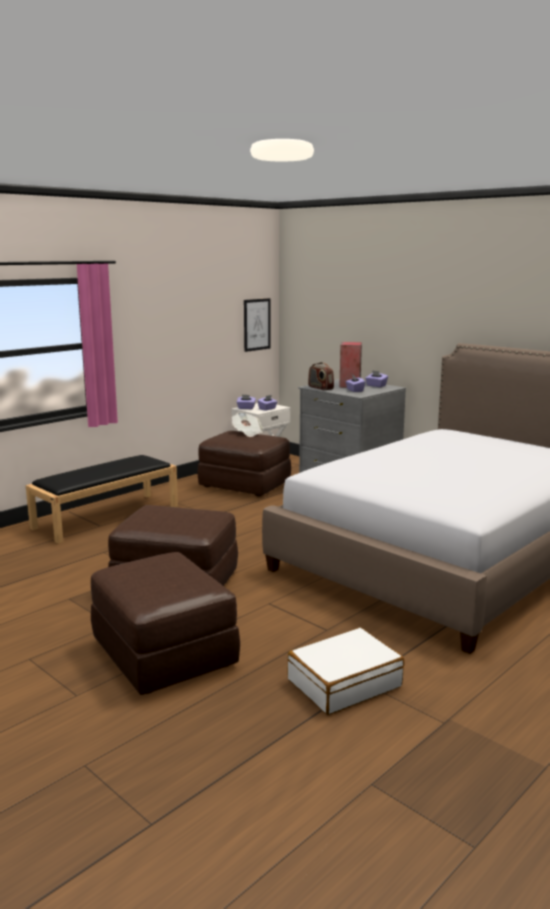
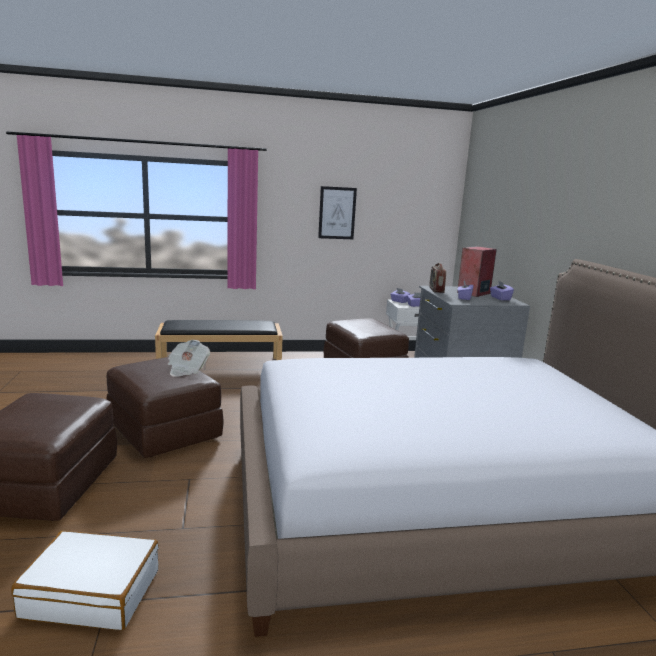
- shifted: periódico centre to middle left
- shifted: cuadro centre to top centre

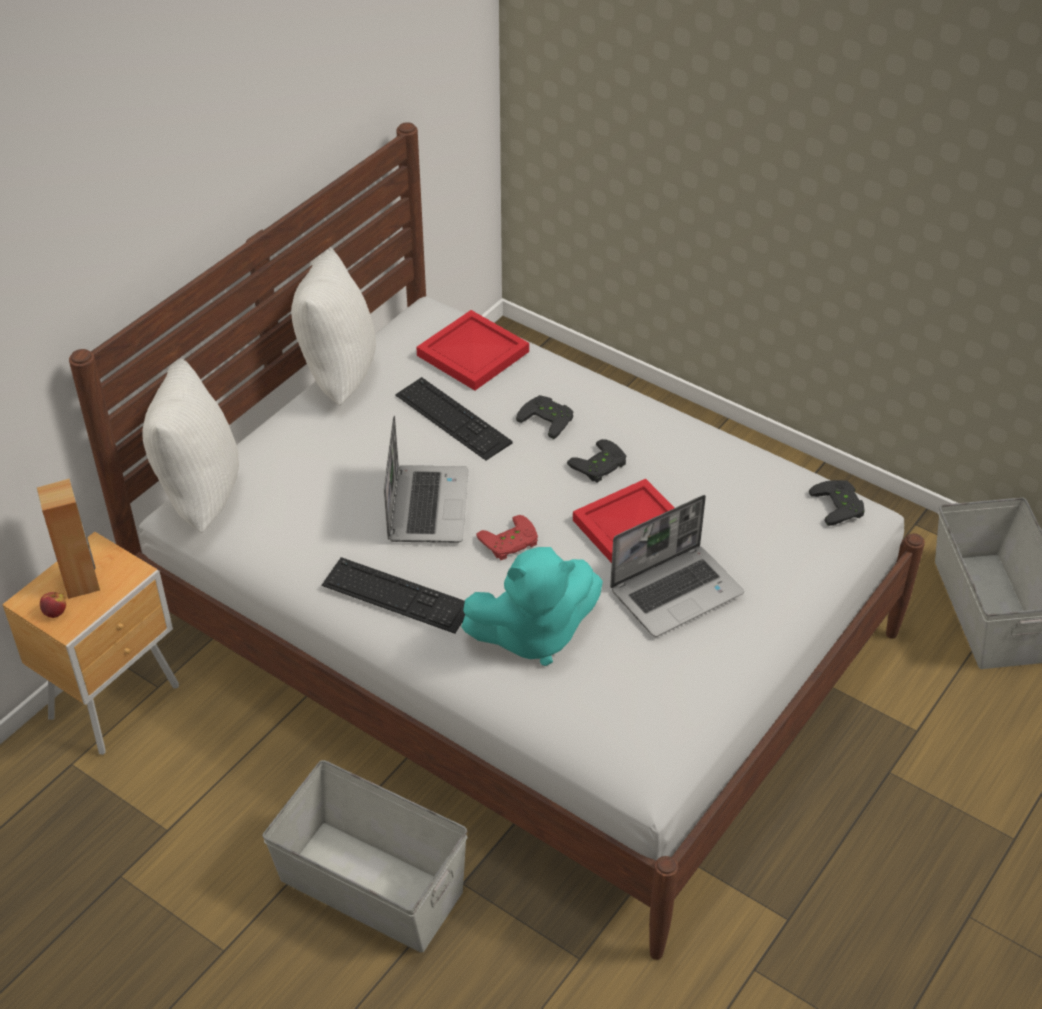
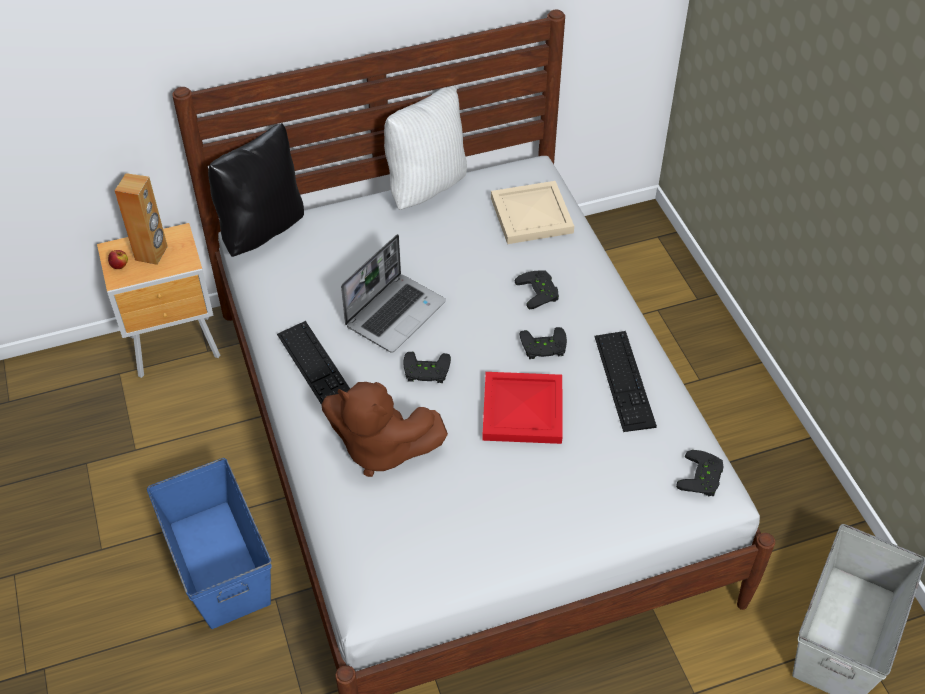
- repainted: caja de almacenaje/gris (no. 1 from left) bottom centre to caja de almacenaje/azul bottom left
- repainted: cojín/blanco (no. 1 from left) middle left to cojín/negro top left
- repainted: peluche/turquesa centre to peluche/marrón centre
- repainted: mando de consola/rojo centre to mando de consola/negro (no. 1 from left) centre
- repainted: bandeja/rojo (no. 1 from left) centre to bandeja/beis top centre
- shifted: teclado (no. 2 from left) centre to middle right
- gone: portátil (no. 2 from left) centre

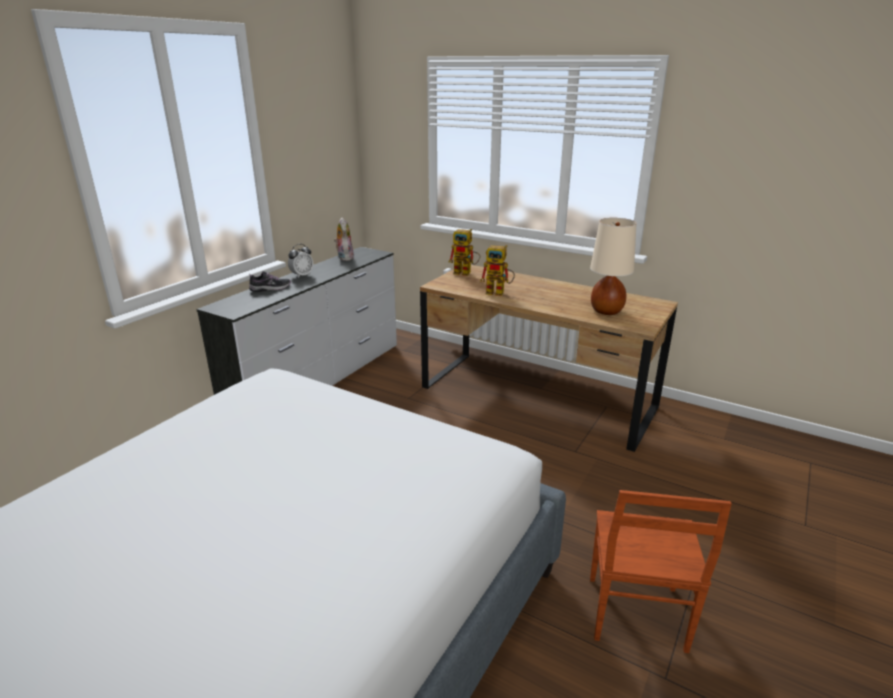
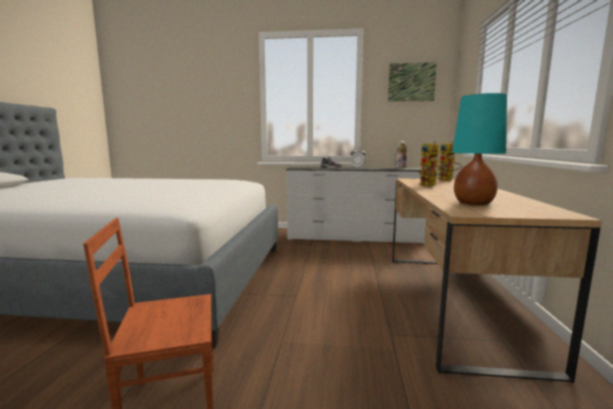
- new: cuadro top right
- repainted: lámpara de mesa/beis middle right to lámpara de mesa/turquesa middle right

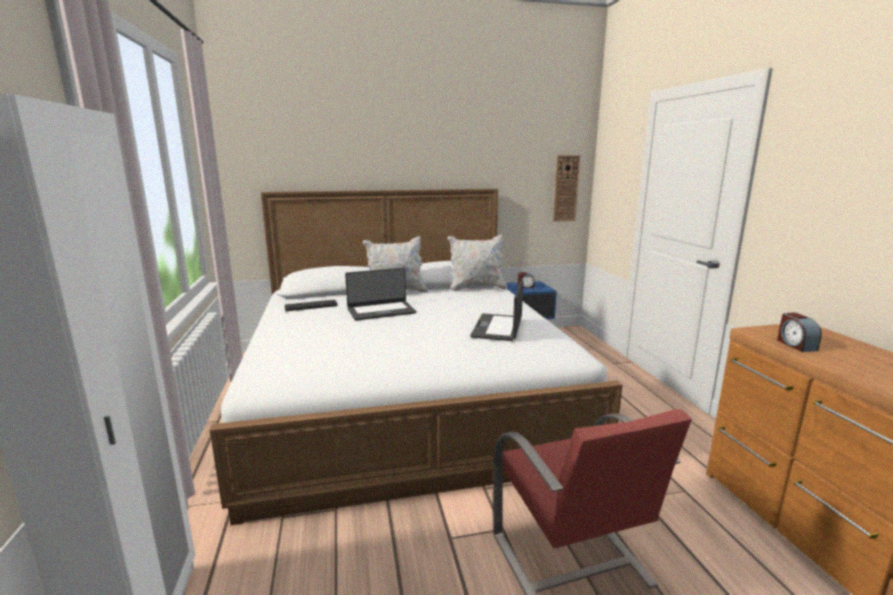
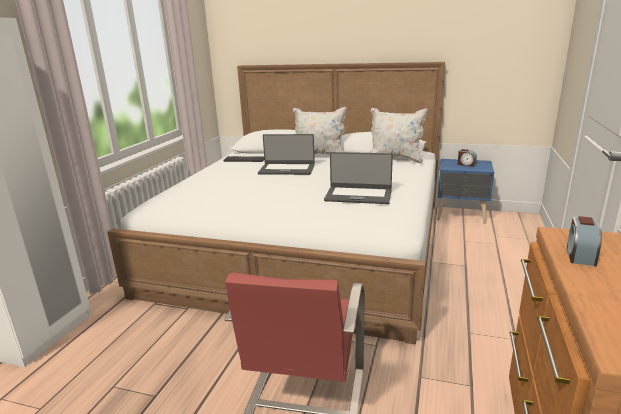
- rotated: portátil (no. 2 from left) centre = centre 120 degrees counterclockwise
- gone: reloj de pared top centre

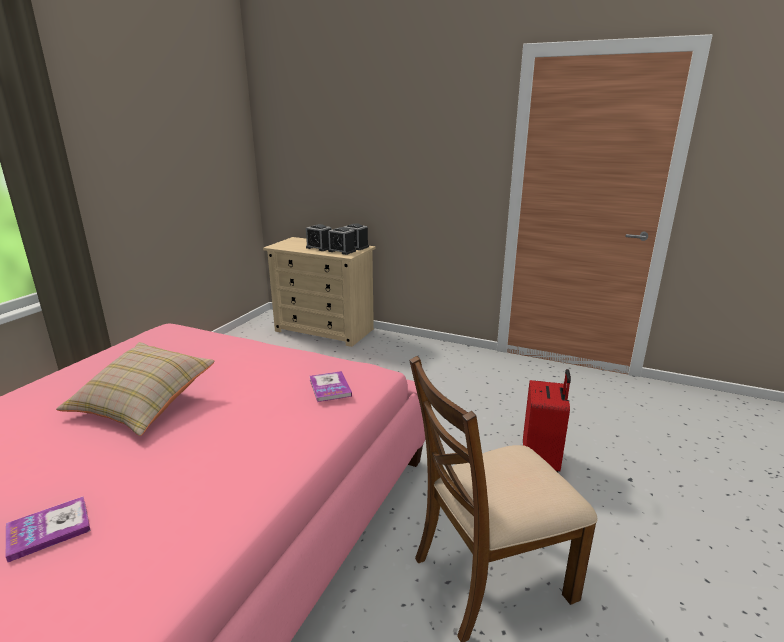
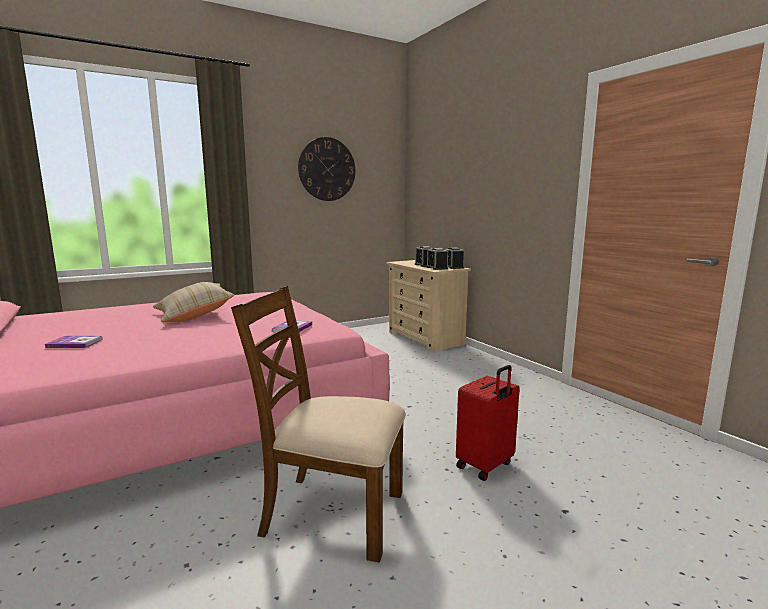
- new: reloj de pared top centre

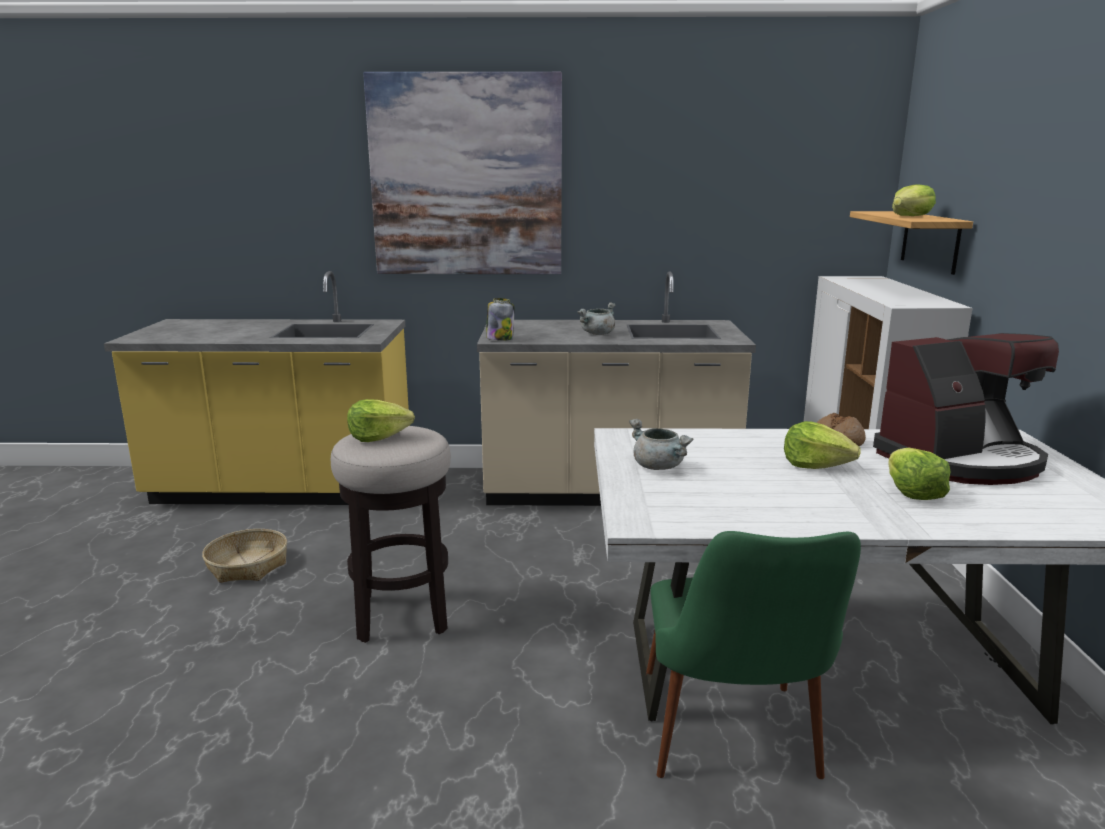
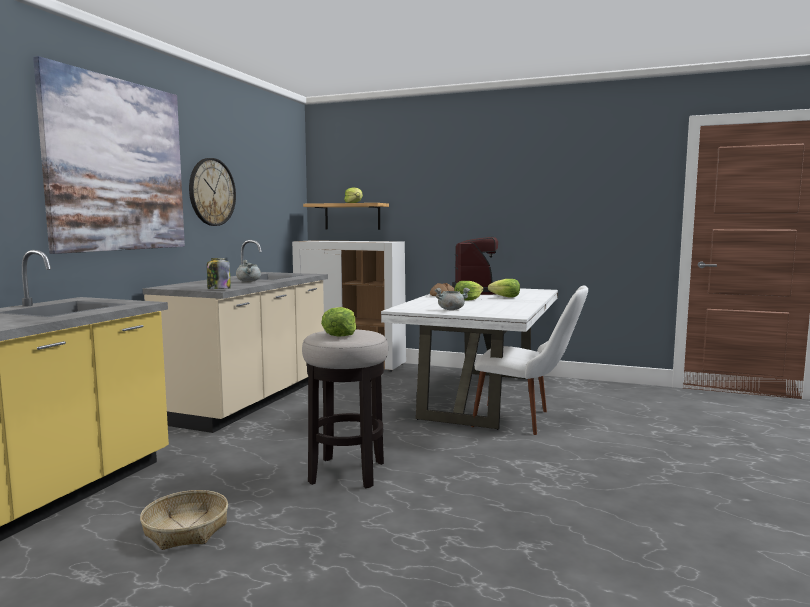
- new: reloj de pared top left
- repainted: silla/verde bottom right to silla/blanco centre

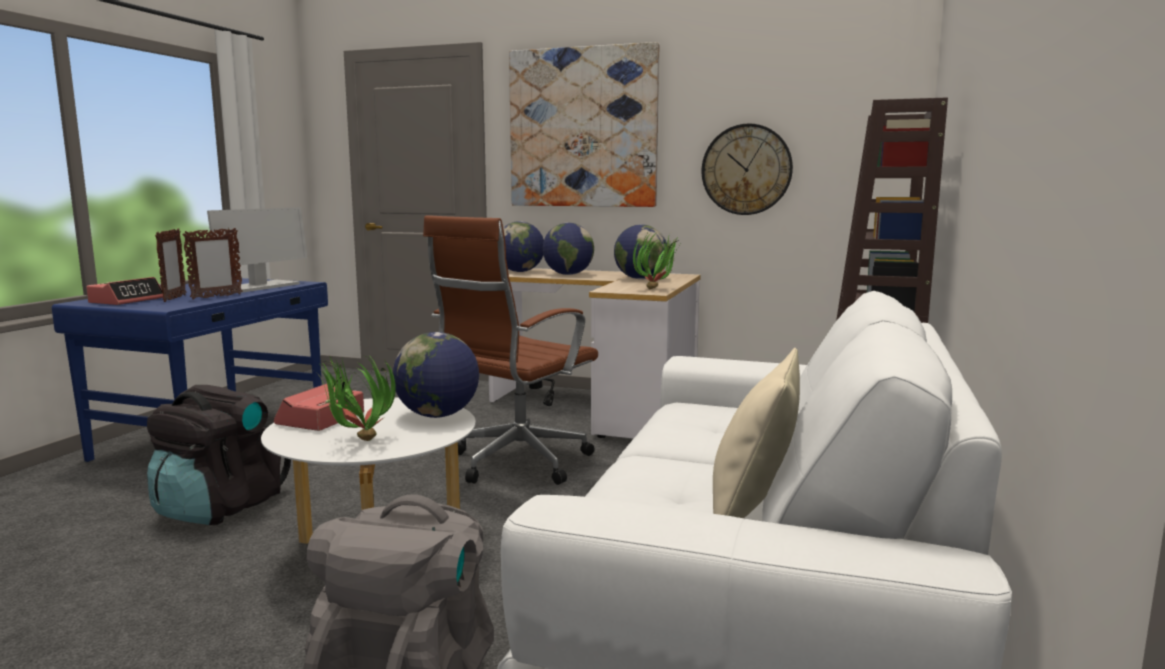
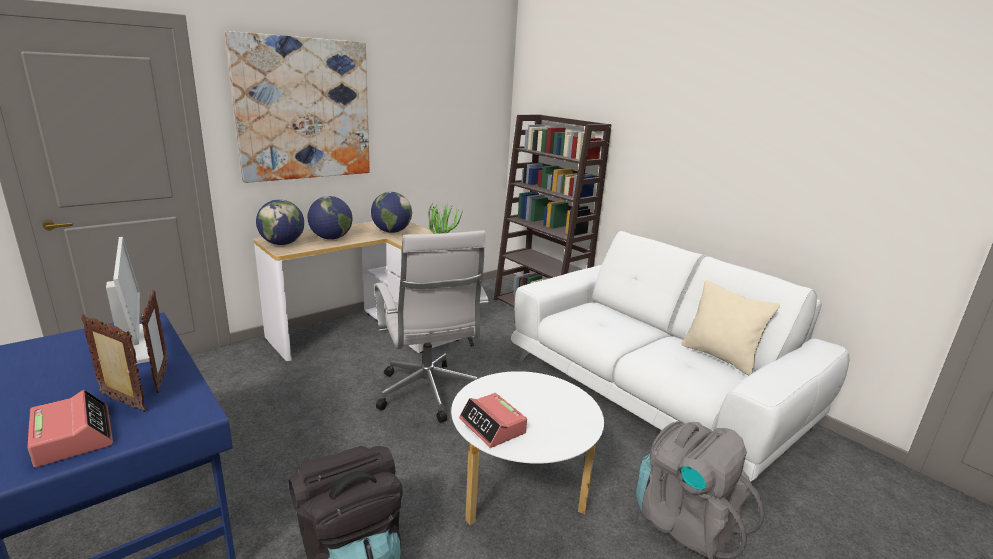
- repainted: silla de oficina/marrón centre to silla de oficina/blanco centre
- gone: planta en maceta (no. 1 from left) middle left
- gone: globo terráqueo (no. 1 from left) centre
- gone: reloj de pared top centre

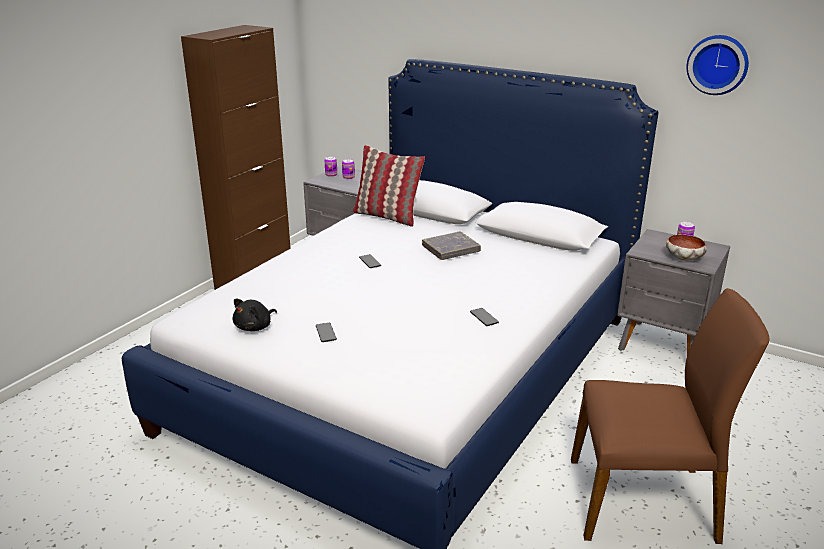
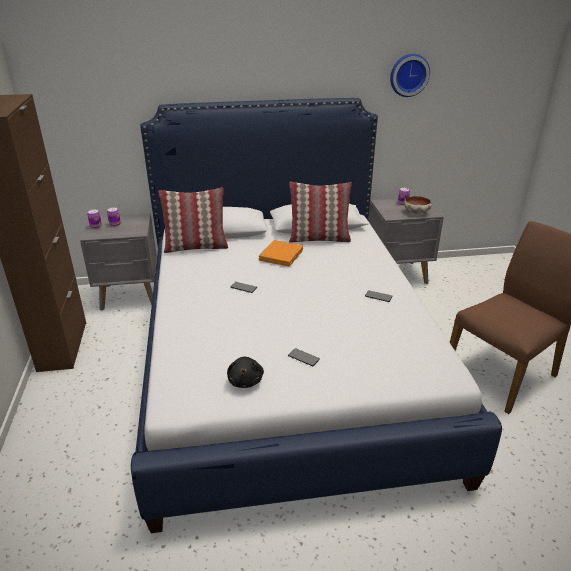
- repainted: libro/gris centre to libro/naranja centre
- new: cojín (no. 2 from left) centre

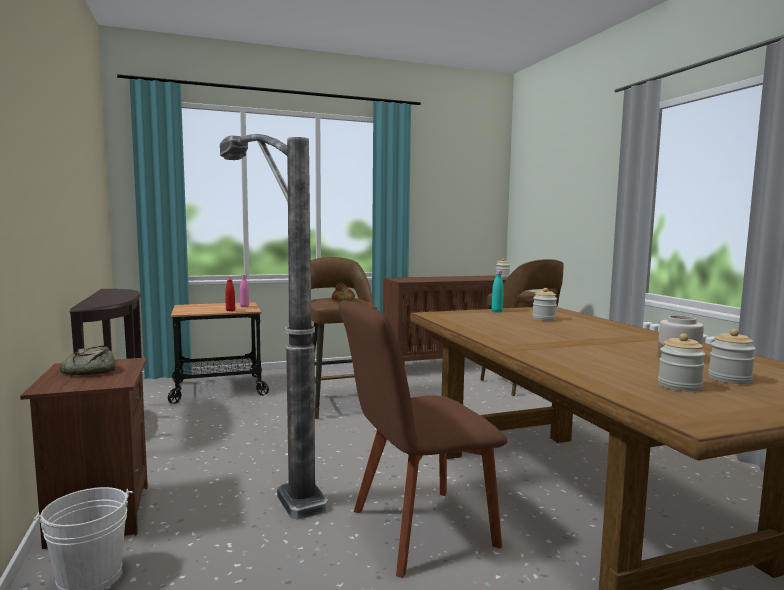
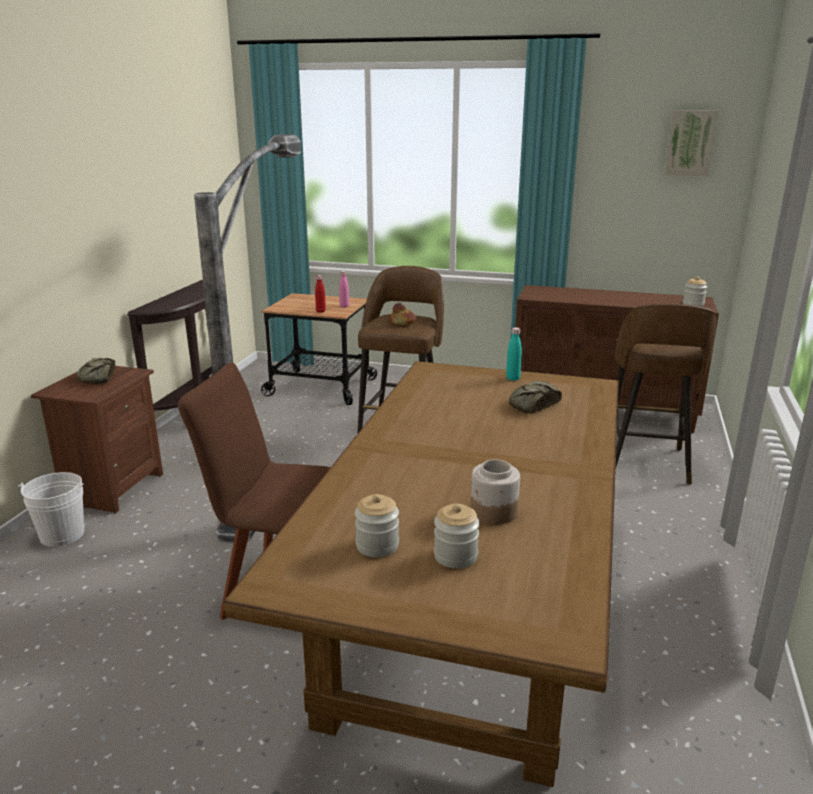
- swapped: tarro (no. 2 from left) middle right to pan (no. 3 from left) centre
- new: cuadro top right

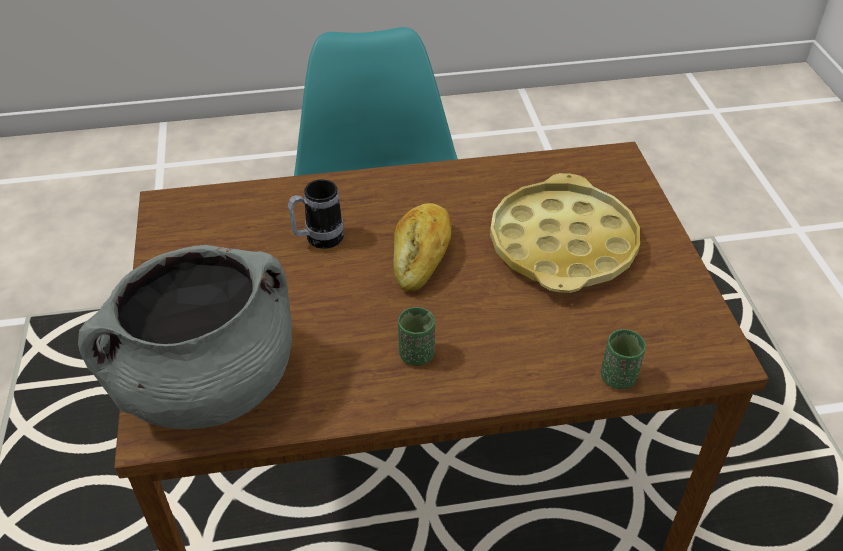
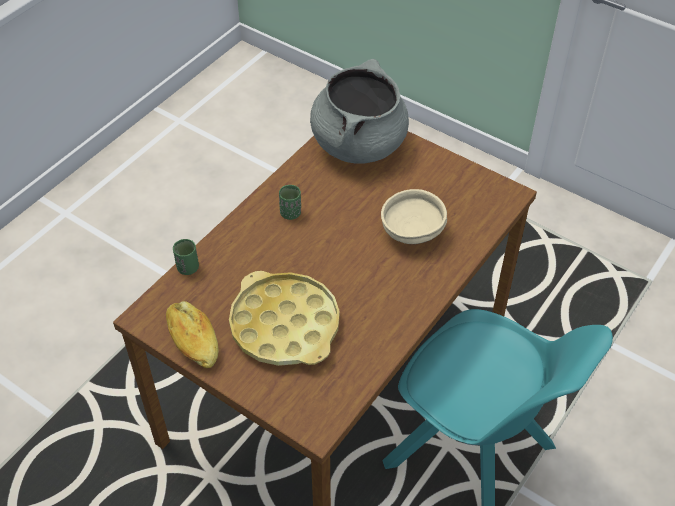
- shifted: pan centre to middle left
- swapped: taza grande centre to cuenco/beis centre

